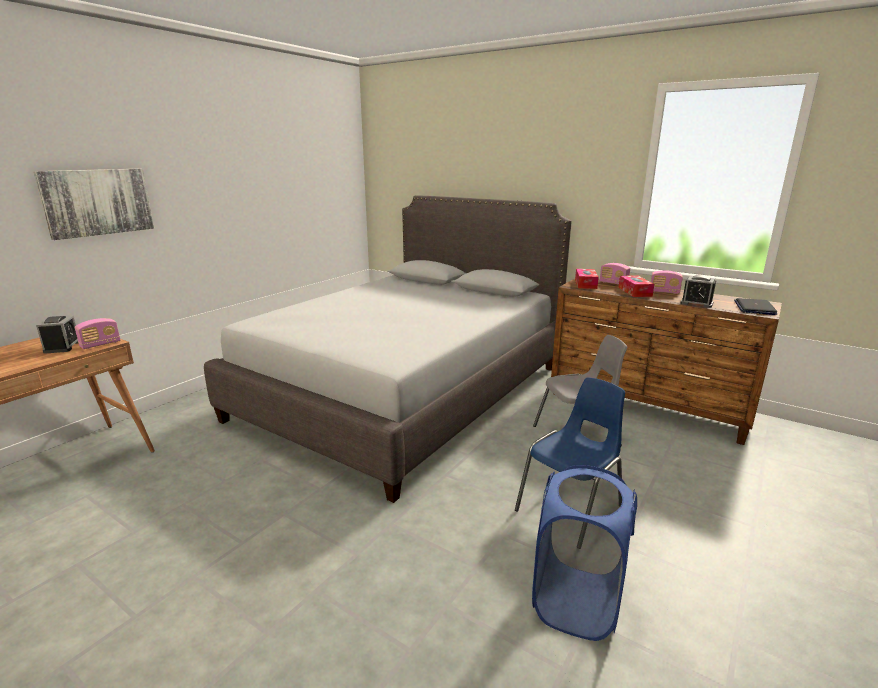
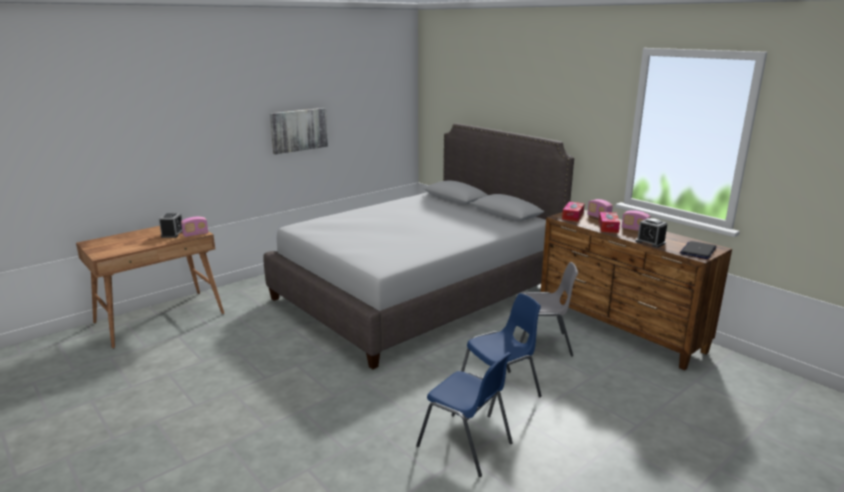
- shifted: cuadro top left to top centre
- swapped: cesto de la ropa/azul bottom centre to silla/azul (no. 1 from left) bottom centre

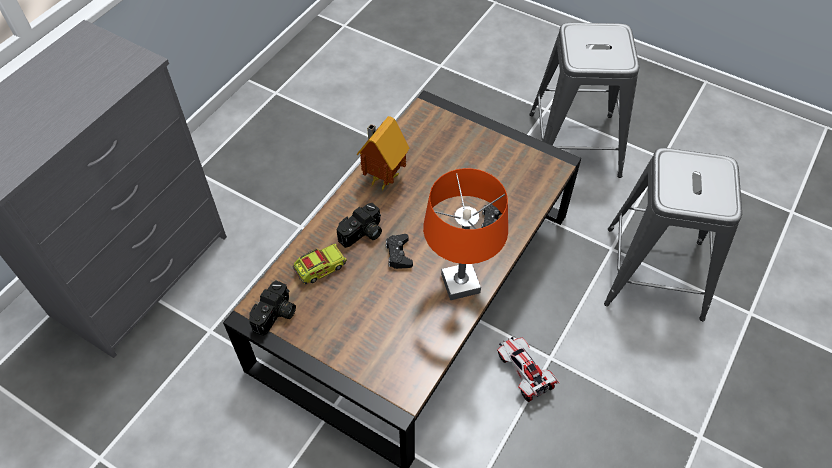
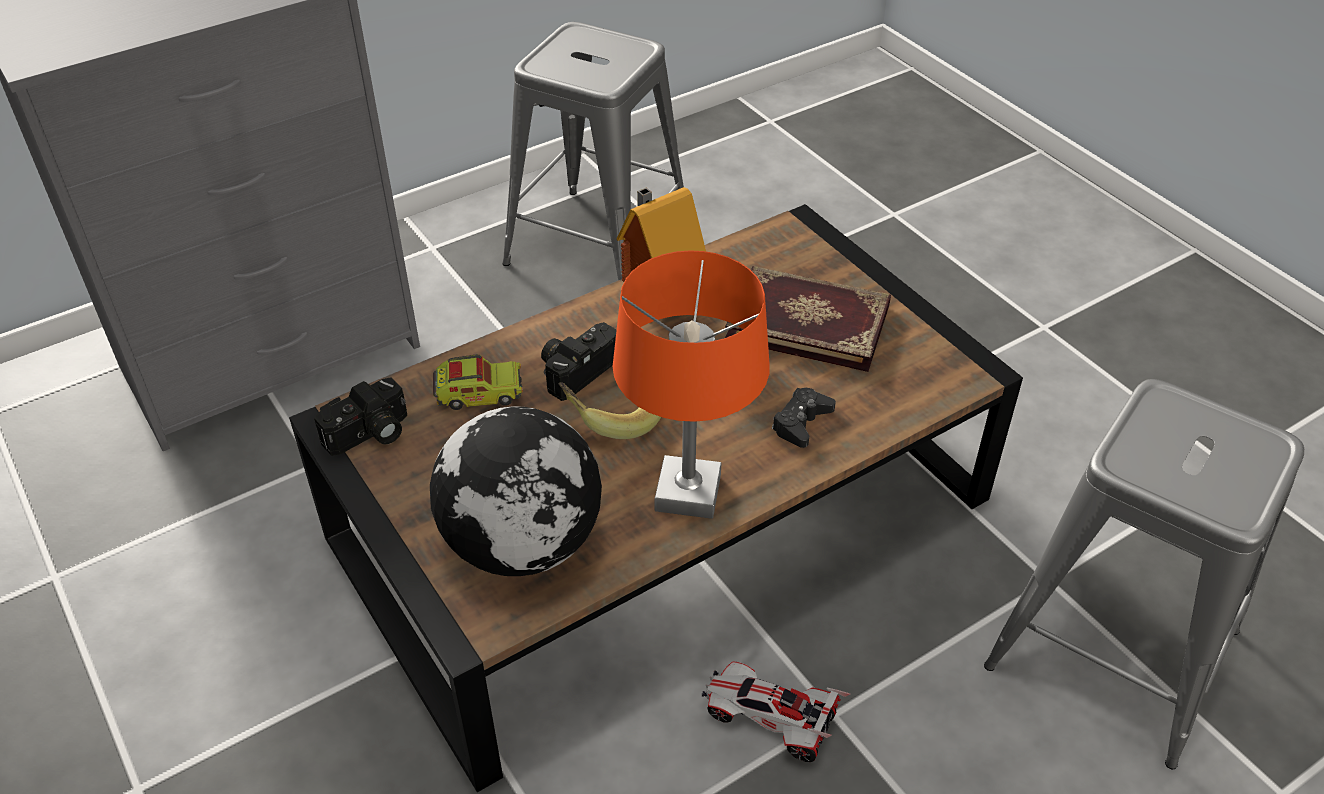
- new: globo terráqueo centre
- shifted: taburete/gris (no. 1 from left) top right to top centre
- rotated: cámara (no. 2 from left) centre = centre 150 degrees clockwise
- swapped: mando de consola/negro (no. 1 from left) centre to plátano centre
- rotated: coche de juguete bottom centre = bottom centre 60 degrees counterclockwise
- new: libro centre

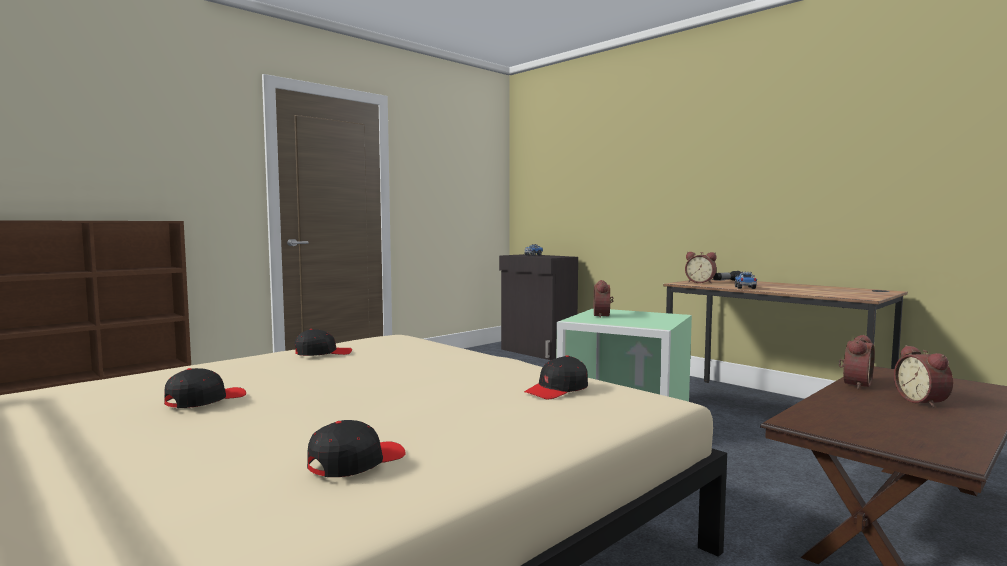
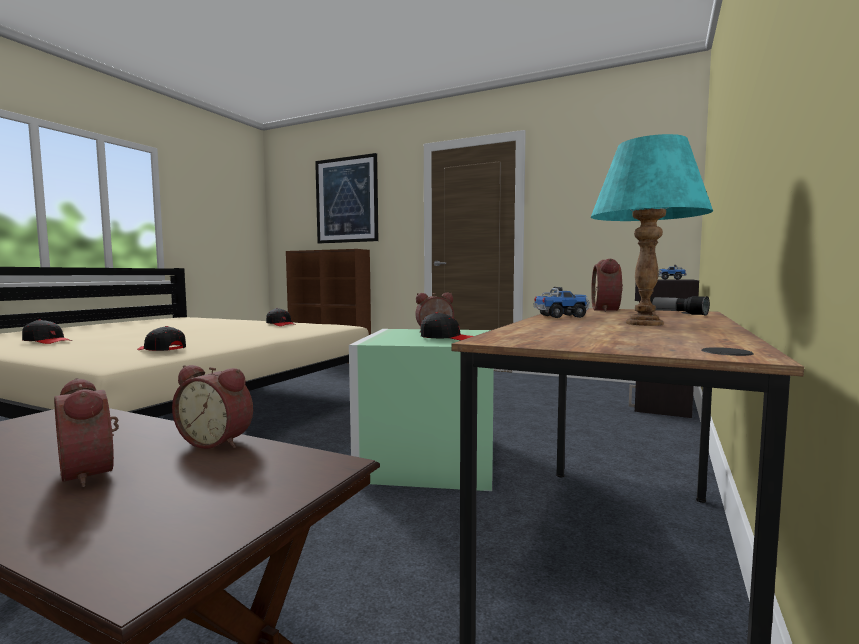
- rotated: despertador (no. 4 from left in the first image) middle right = bottom left 105 degrees counterclockwise
- new: cuadro top centre
- shifted: gorra/negro (no. 1 from left in the first image) bottom left to gorra/negro (no. 4 from left) centre
- new: lámpara de mesa/turquesa middle right

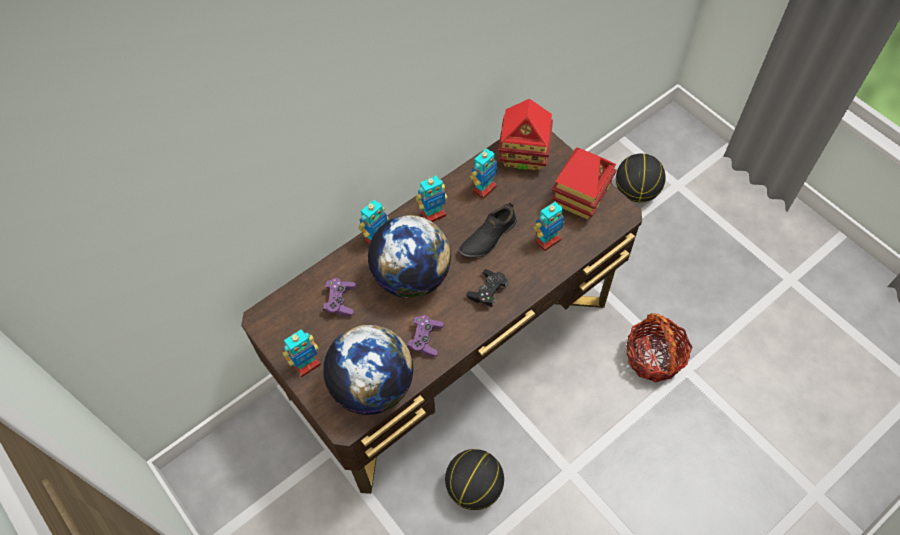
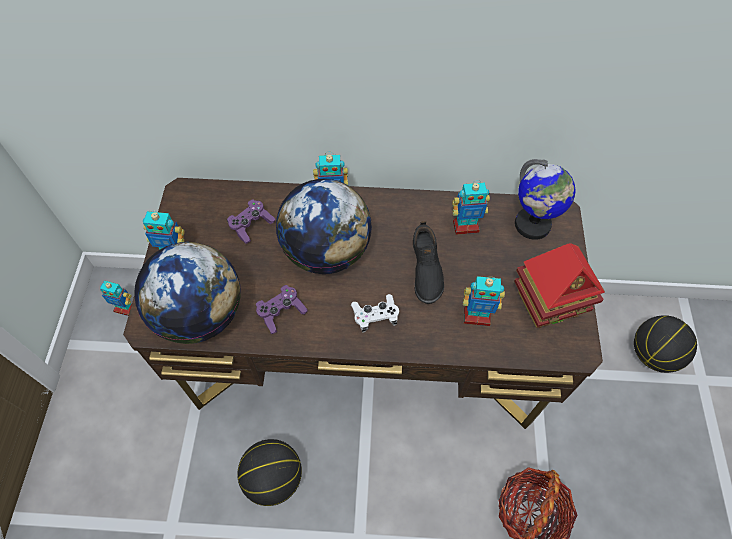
- shifted: robot de juguete (no. 3 from left in the first image) centre to robot de juguete (no. 1 from left) middle left
- repainted: mando de consola/negro centre to mando de consola/blanco centre
- rotated: zapato/negro centre = centre 90 degrees counterclockwise
- swapped: casita (no. 1 from left) top centre to globo terráqueo (no. 3 from left) middle right

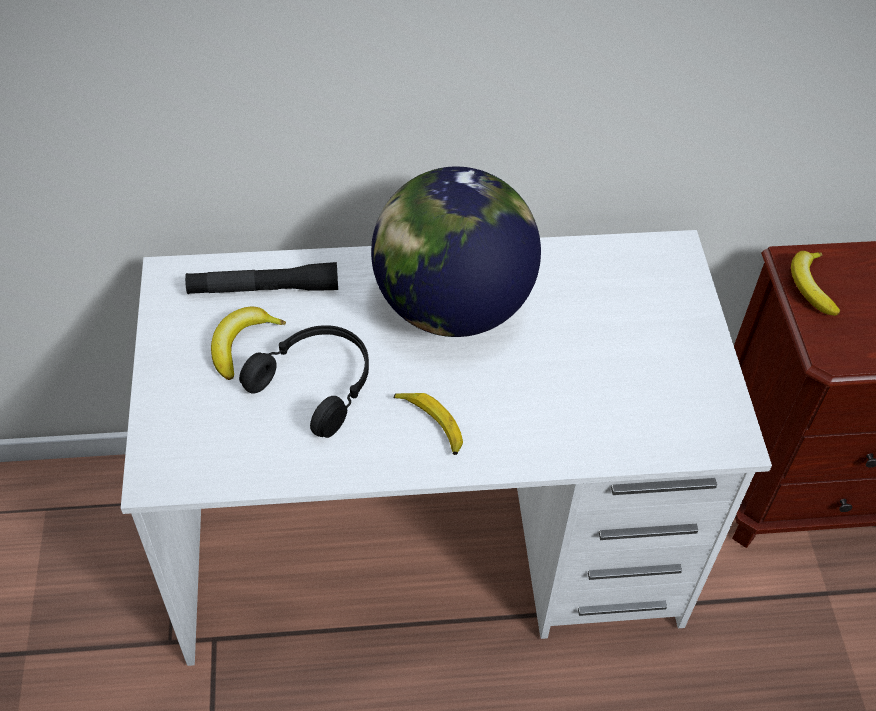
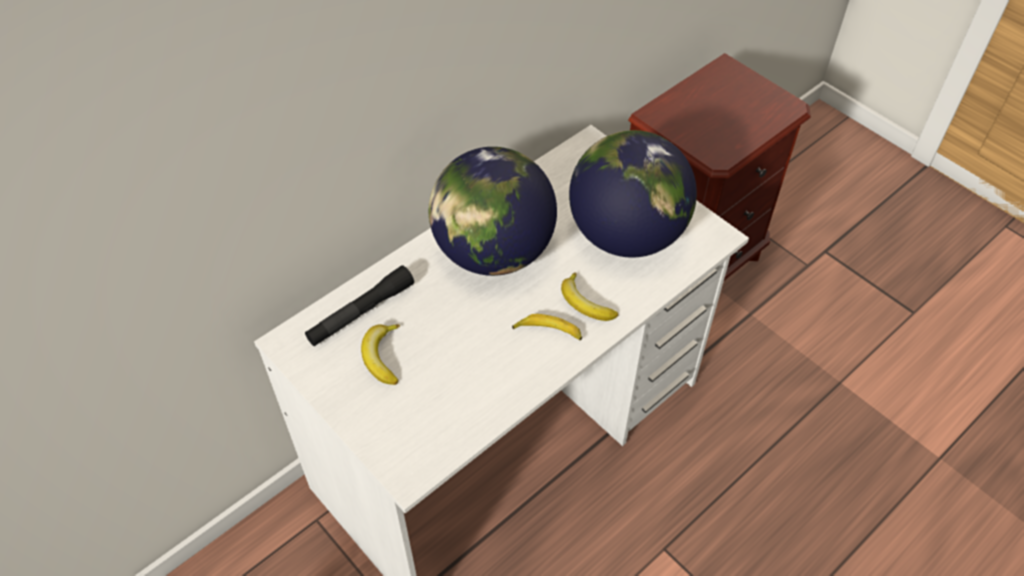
- shifted: plátano (no. 3 from left) middle right to centre
- new: globo terráqueo (no. 2 from left) centre
- gone: auriculares/negro centre

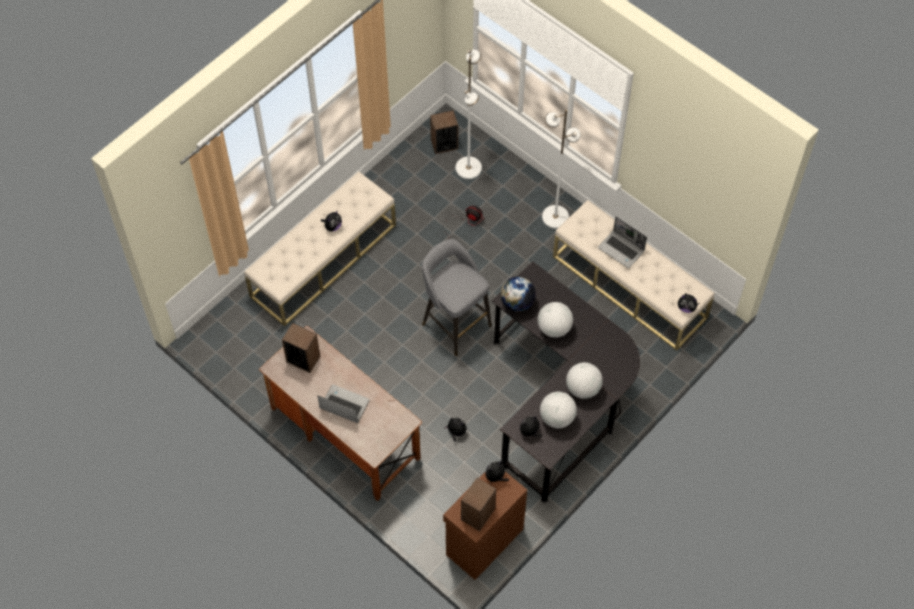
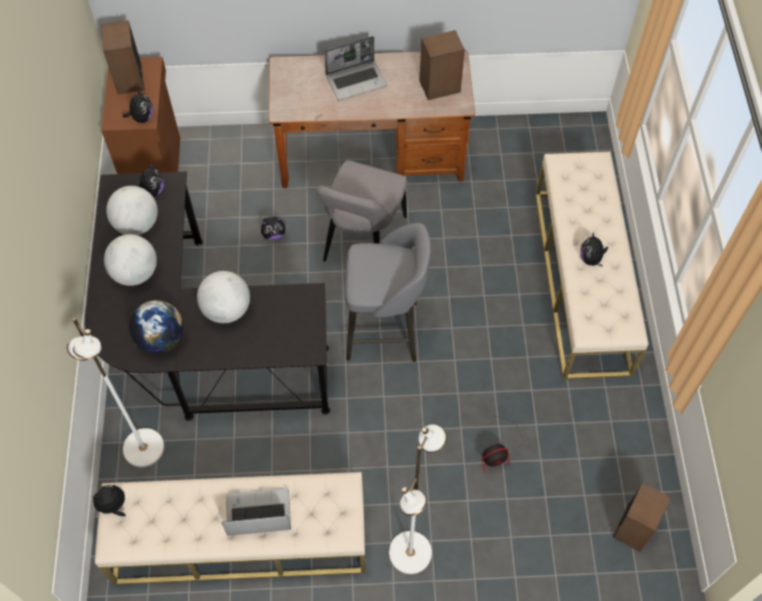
- shifted: lámpara de pie/blanco (no. 1 from left) top centre to middle left
- shifted: globo terráqueo (no. 1 from left in the first image) centre to globo terráqueo (no. 3 from left) middle left
- new: silla/gris centre

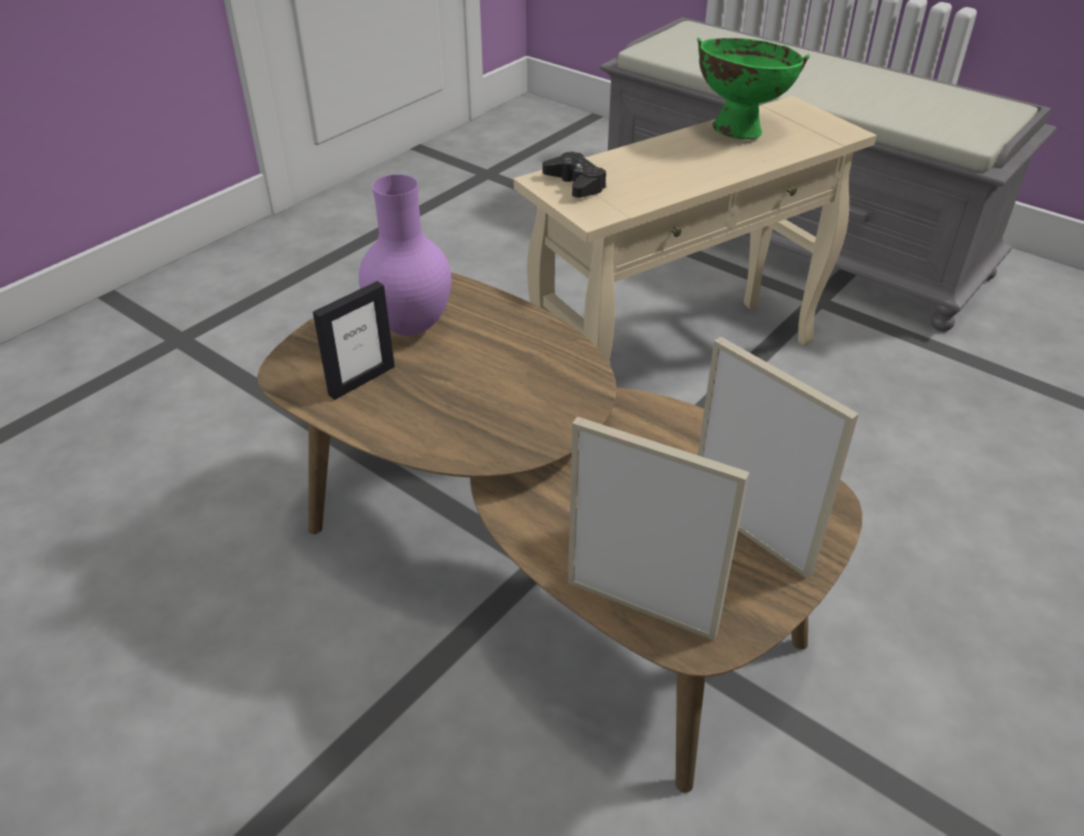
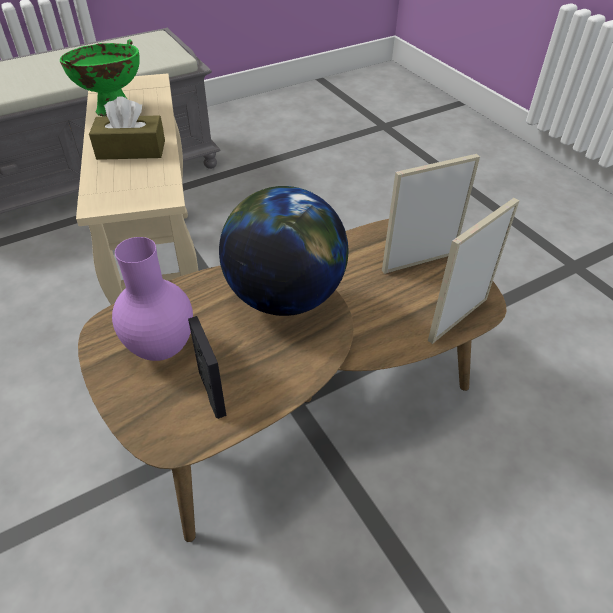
- new: caja de pañuelos/marrón top left
- new: globo terráqueo centre
- gone: mando de consola/negro top centre

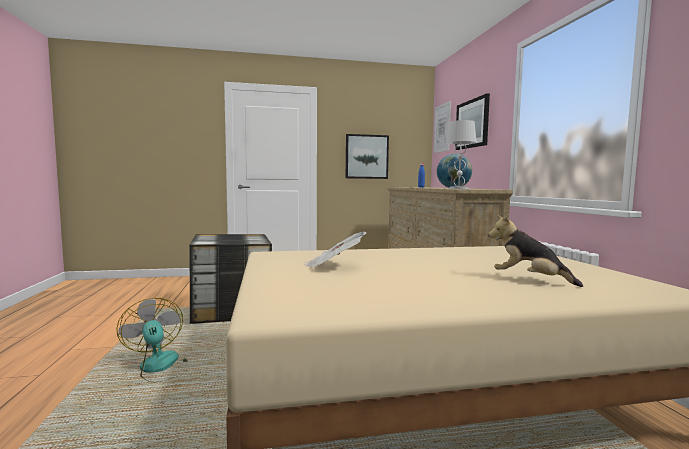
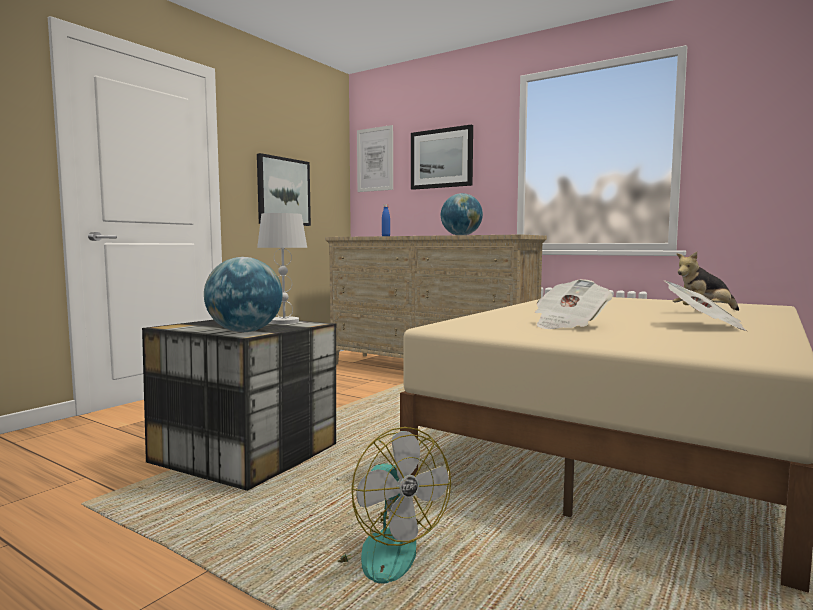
- new: globo terráqueo (no. 1 from left) middle left
- shifted: lámpara de mesa/blanco middle right to centre
- rotated: ventilador bottom left = bottom centre 135 degrees counterclockwise
- new: periódico (no. 2 from left) middle right

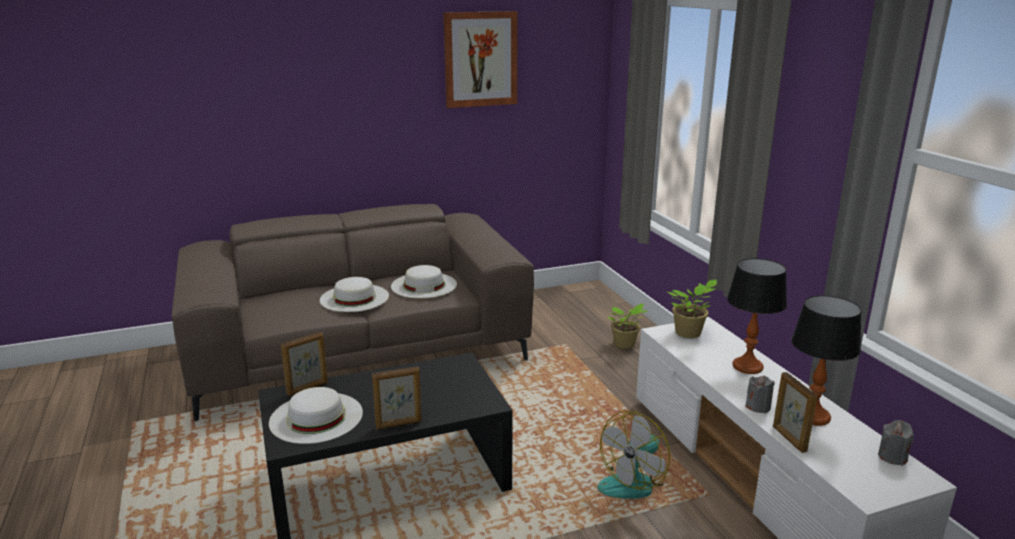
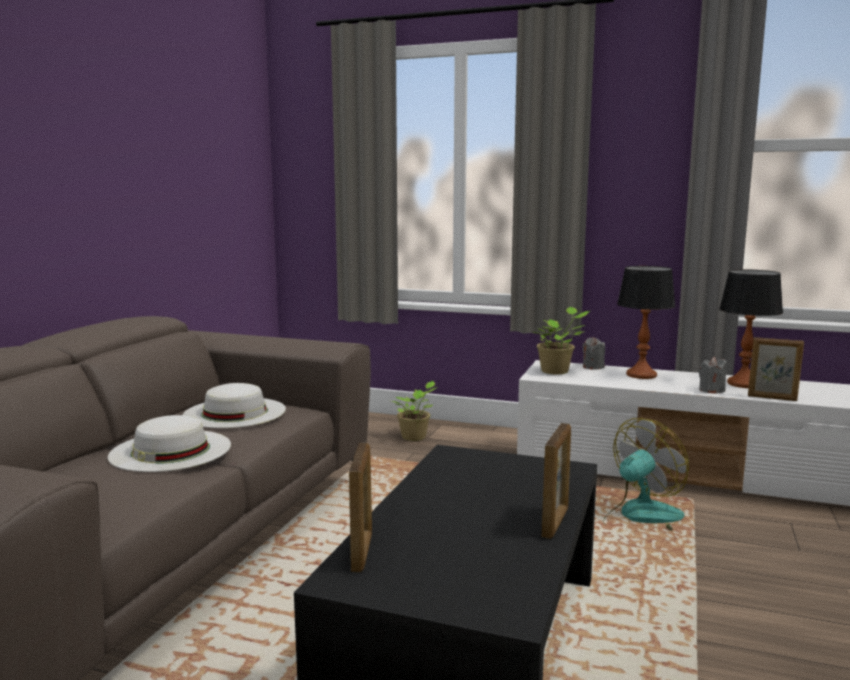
- shifted: vela/gris (no. 2 from left in the first image) bottom right to vela/gris (no. 1 from left) middle right
- rotated: ventilador bottom centre = bottom right 120 degrees counterclockwise
- gone: sombrero/blanco (no. 1 from left) bottom left
- gone: cuadro top centre

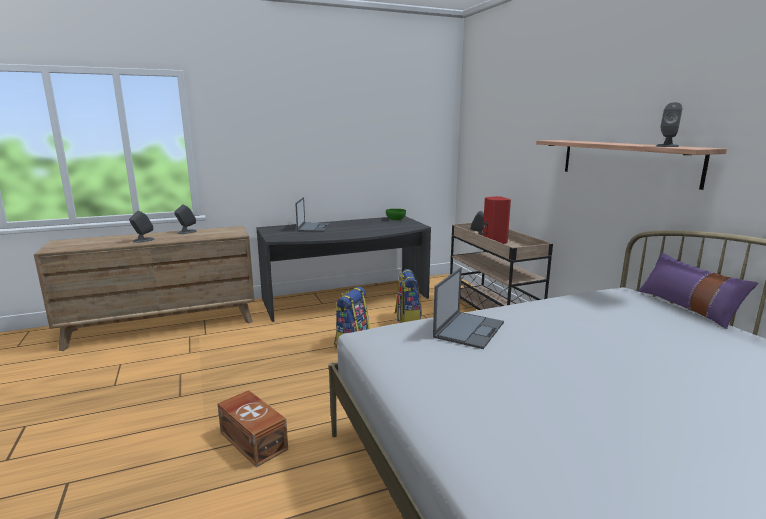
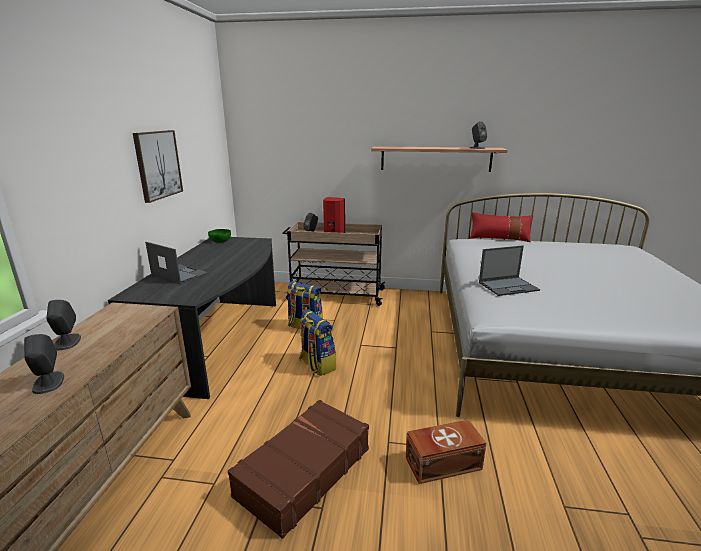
- new: cuadro top left
- new: maleta/marrón bottom centre
- repainted: cojín/morado middle right to cojín/rojo middle right
- rotated: portátil (no. 2 from left) centre = middle right 105 degrees clockwise

